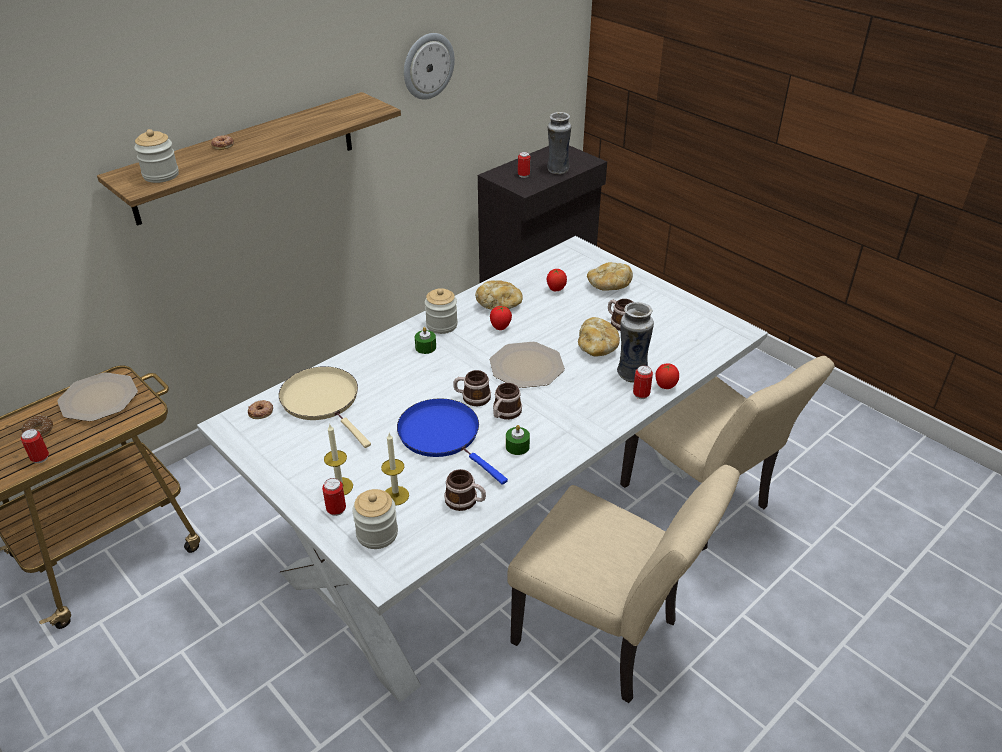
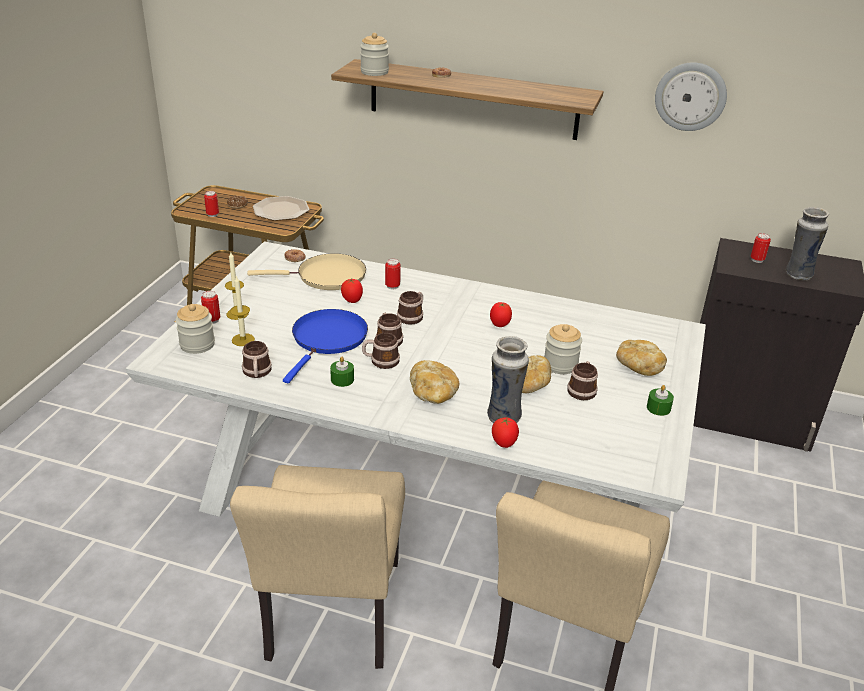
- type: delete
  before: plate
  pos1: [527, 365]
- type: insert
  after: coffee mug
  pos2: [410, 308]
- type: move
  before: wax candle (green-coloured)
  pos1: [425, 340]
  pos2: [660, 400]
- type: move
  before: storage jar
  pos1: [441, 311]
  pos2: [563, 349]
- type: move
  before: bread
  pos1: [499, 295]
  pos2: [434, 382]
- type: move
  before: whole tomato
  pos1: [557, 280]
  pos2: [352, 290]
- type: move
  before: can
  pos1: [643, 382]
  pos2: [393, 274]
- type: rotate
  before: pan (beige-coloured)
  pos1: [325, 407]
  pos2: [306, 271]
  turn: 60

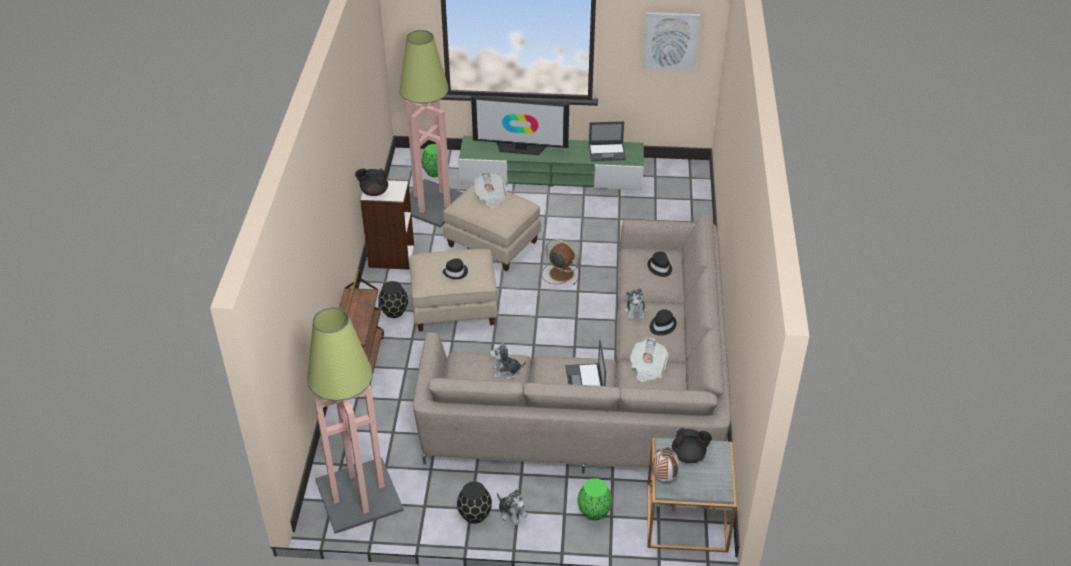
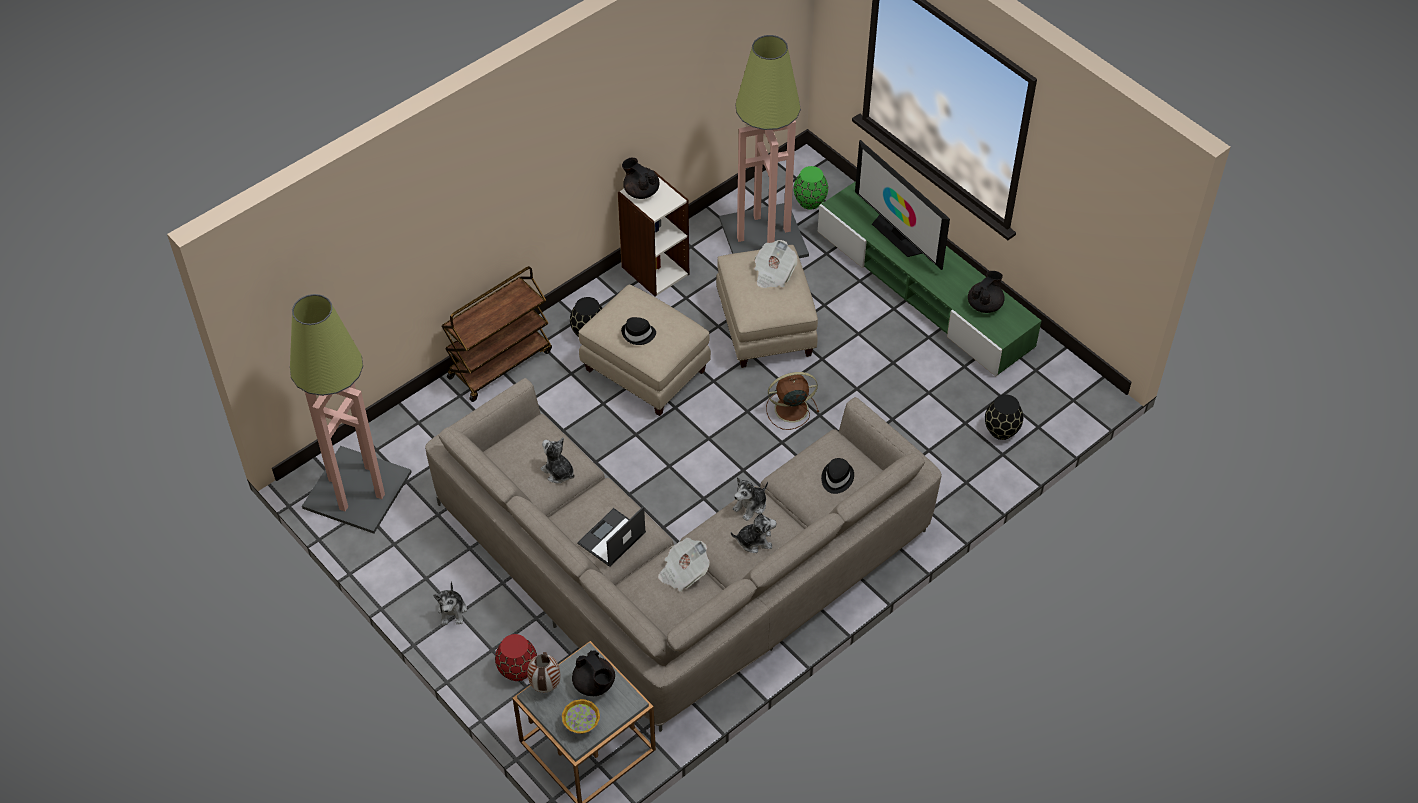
- type: delete
  before: wall picture
  pos1: [671, 41]
- type: insert
  after: serving bowl
  pos2: [581, 716]
- type: move
  before: flower vase (black)
  pos1: [474, 502]
  pos2: [1004, 417]
- type: replace
  before: portable computer
  after: tea pot (black)
  pos1: [607, 141]
  pos2: [986, 292]
- type: replace
  before: hat (black)
  after: soft toy
  pos1: [663, 322]
  pos2: [754, 532]
- type: recolor
  before: flower vase (green-coloured)
  after: flower vase (red)
  pos1: [595, 499]
  pos2: [516, 657]
- type: rotate
  before: electric fan (brown)
  pos1: [561, 262]
  pos2: [792, 401]
  turn: -90

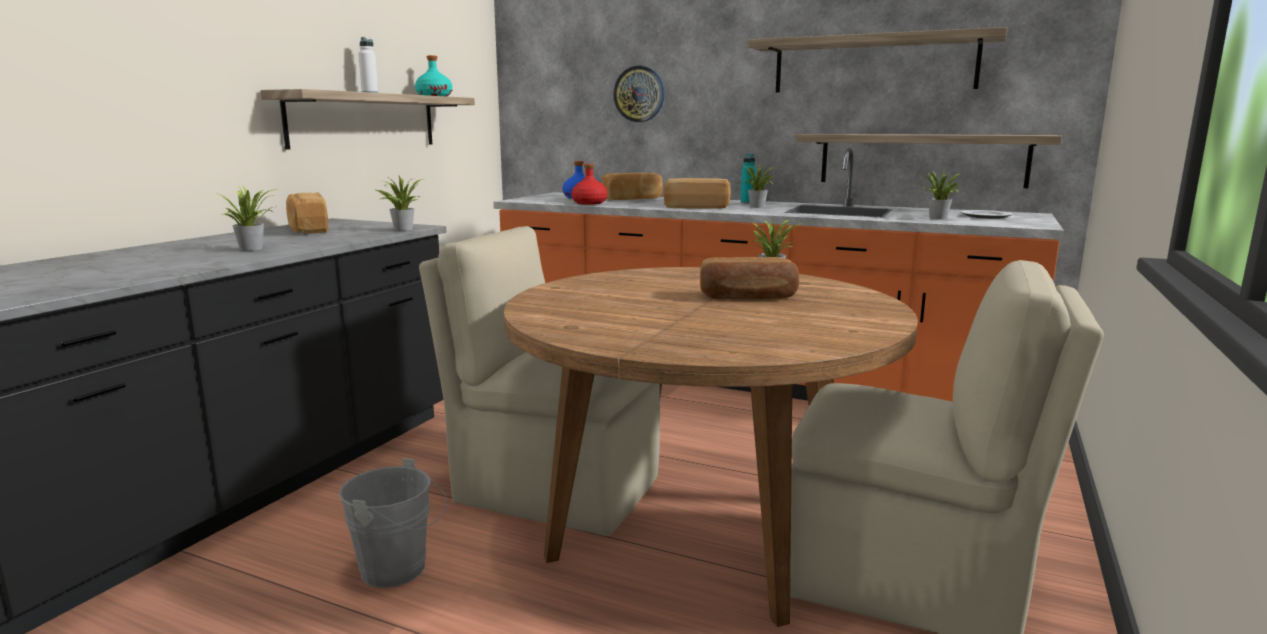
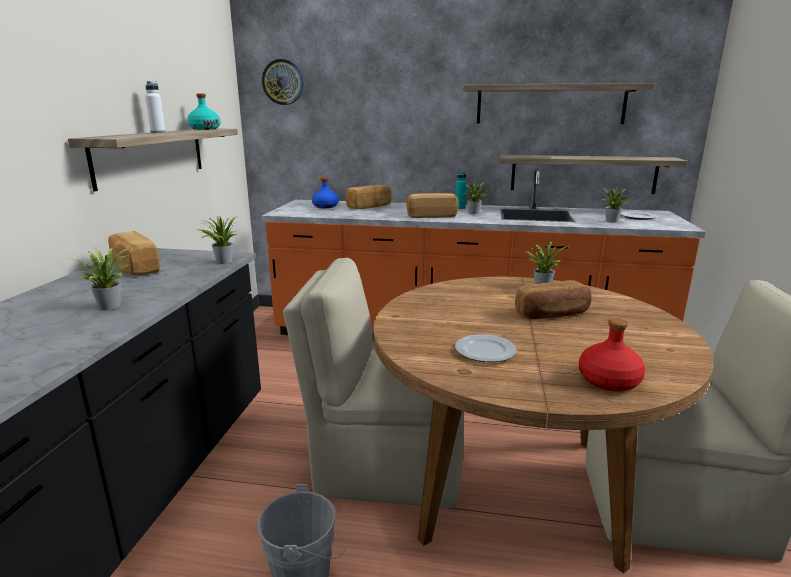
- type: insert
  after: plate
  pos2: [486, 348]
- type: move
  before: drink bottle (red)
  pos1: [589, 184]
  pos2: [612, 354]
- type: move
  before: wall clock
  pos1: [639, 94]
  pos2: [283, 82]

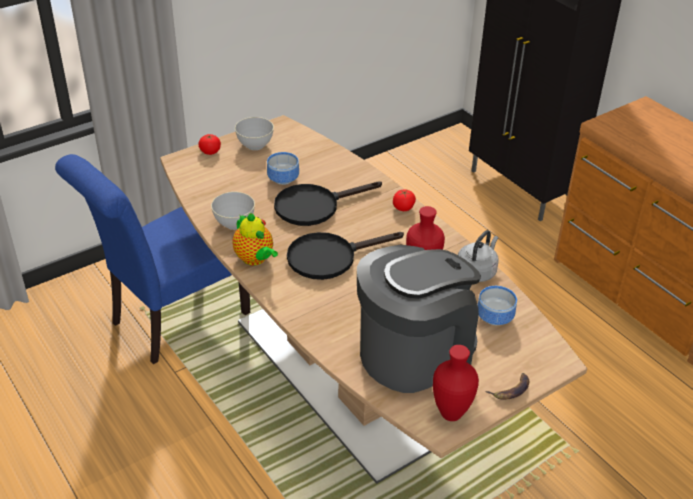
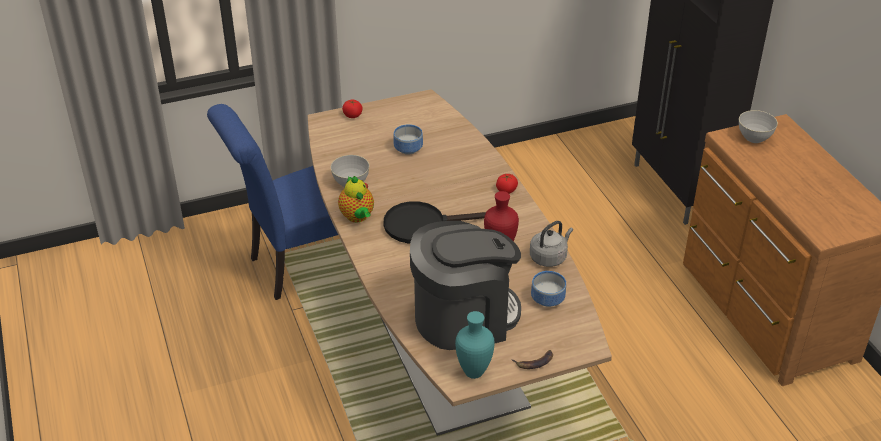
- type: delete
  before: pan (black)
  pos1: [328, 203]
- type: move
  before: serving bowl (greyish)
  pos1: [254, 133]
  pos2: [758, 126]
- type: recolor
  before: flower vase (red)
  after: flower vase (turquoise-coloured)
  pos1: [456, 383]
  pos2: [475, 345]

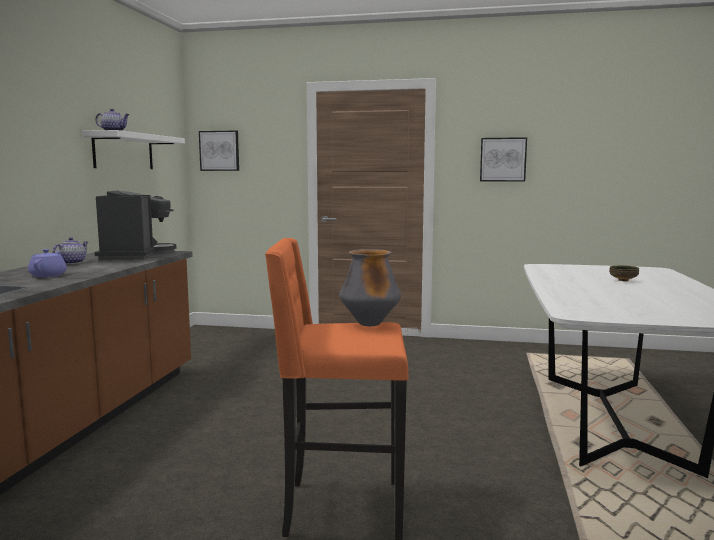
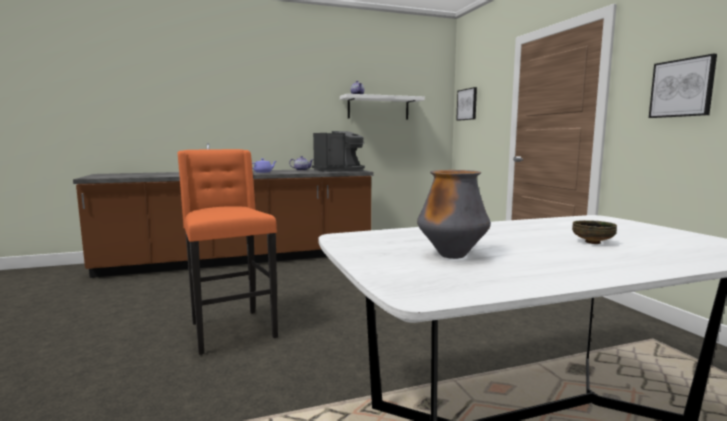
- type: move
  before: flower vase
  pos1: [370, 287]
  pos2: [454, 214]

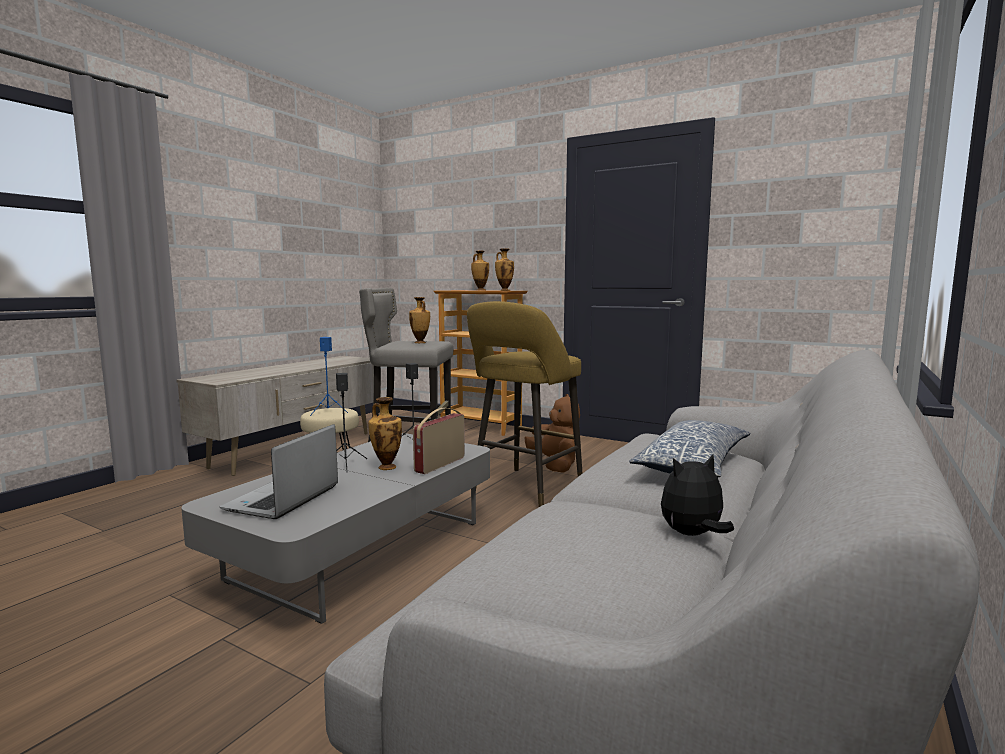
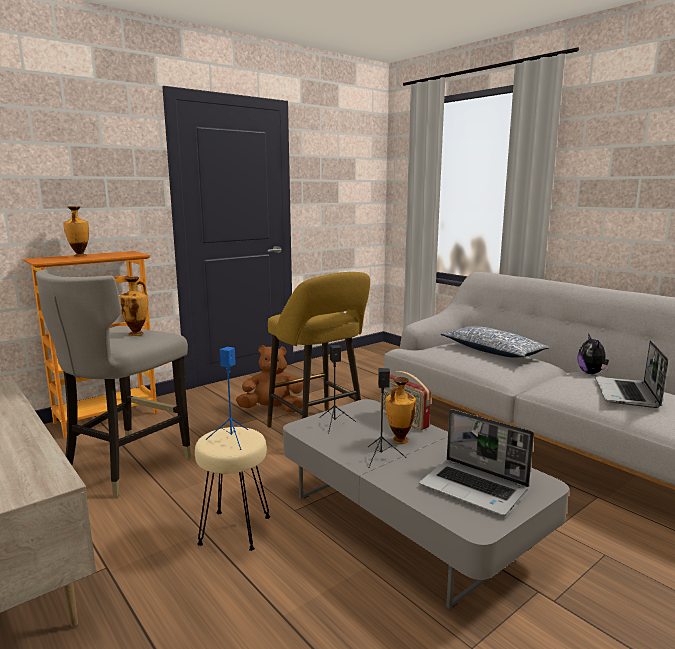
- type: delete
  before: flower vase
  pos1: [504, 269]
- type: insert
  after: portable computer
  pos2: [631, 374]

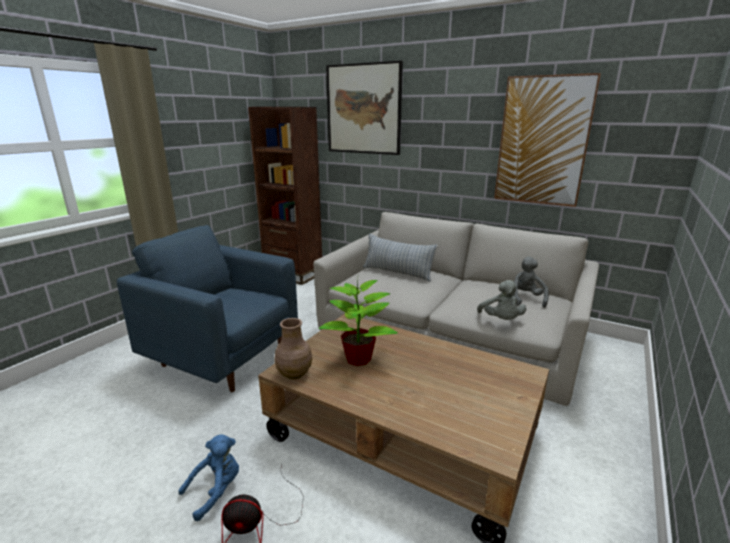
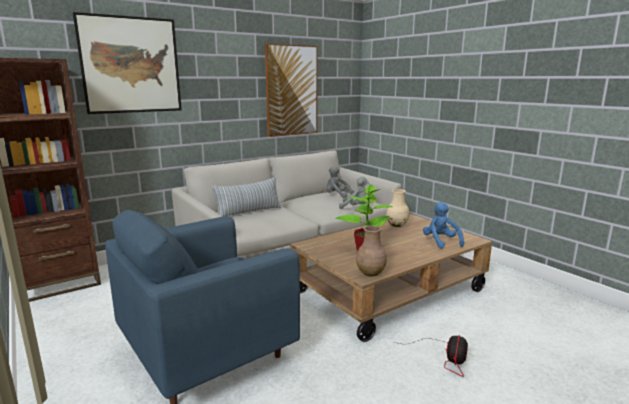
- type: insert
  after: flower vase (beige-coloured)
  pos2: [397, 208]
- type: move
  before: soft toy (blue)
  pos1: [208, 477]
  pos2: [443, 225]

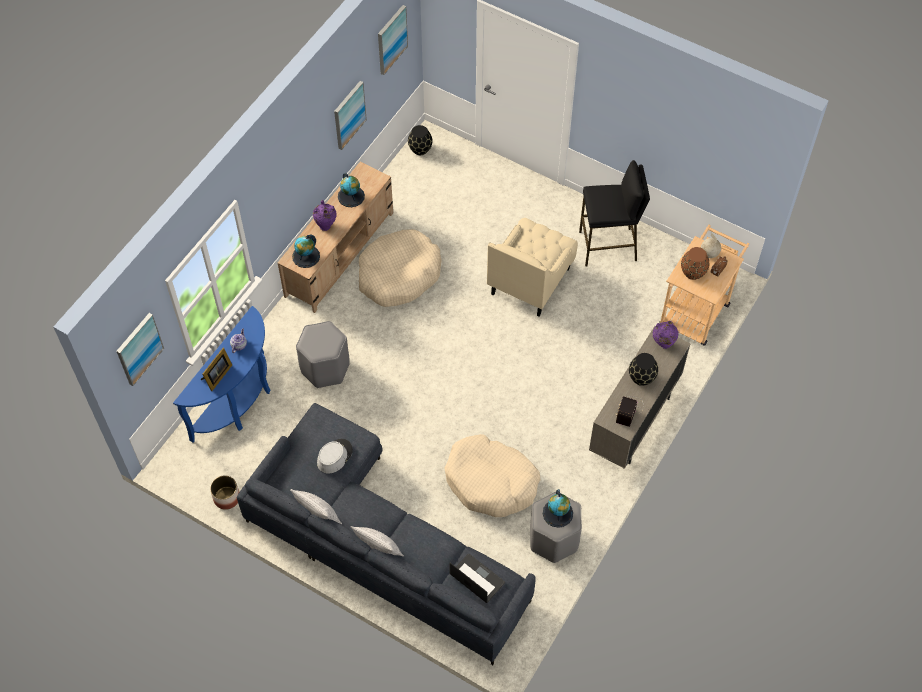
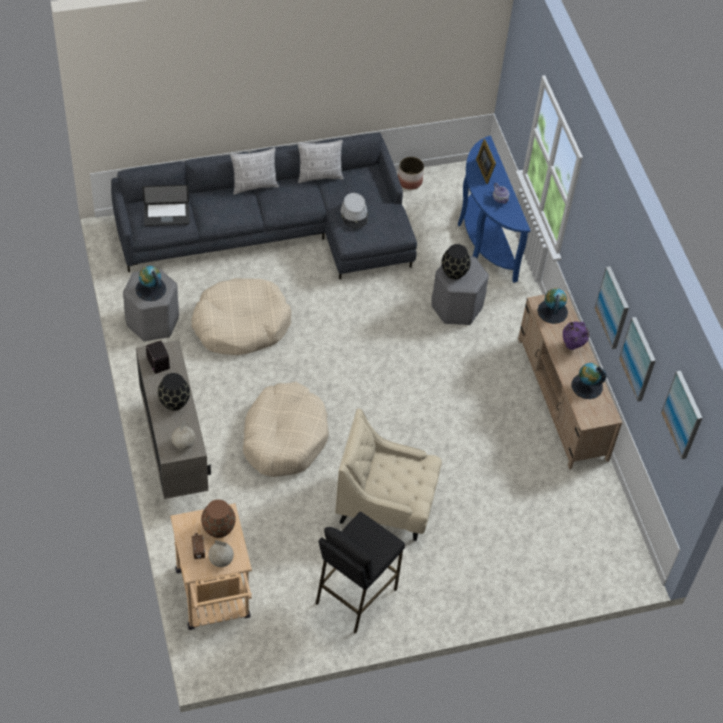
- type: move
  before: wall picture
  pos1: [140, 349]
  pos2: [611, 307]
- type: move
  before: pet bed (beige-coloured)
  pos1: [400, 268]
  pos2: [286, 429]
- type: move
  before: flower vase (black)
  pos1: [420, 140]
  pos2: [456, 262]
- type: replace
  before: flower vase (purplish)
  after: globe
  pos1: [665, 335]
  pos2: [184, 435]
- type: rotate
  before: armchair (beige-coloured)
  pos1: [532, 267]
  pos2: [388, 474]
  turn: -60

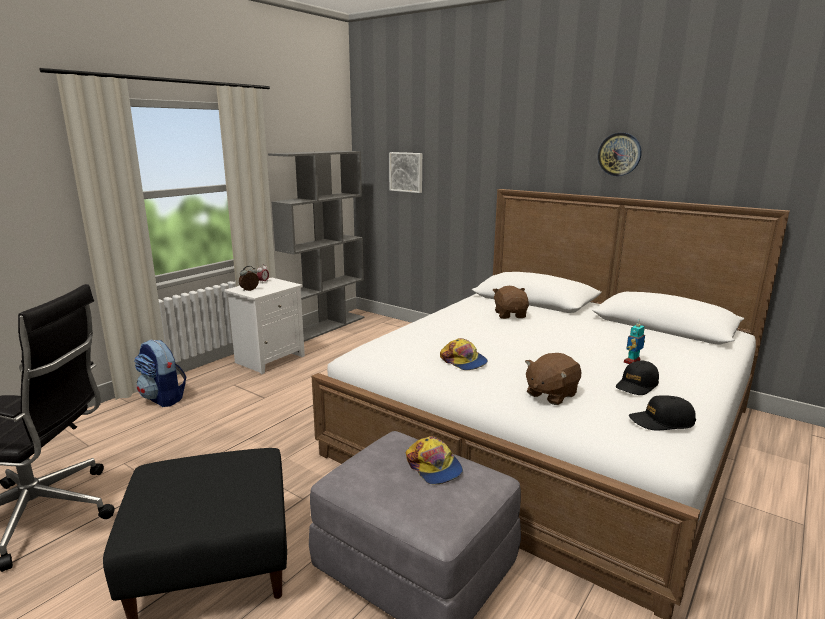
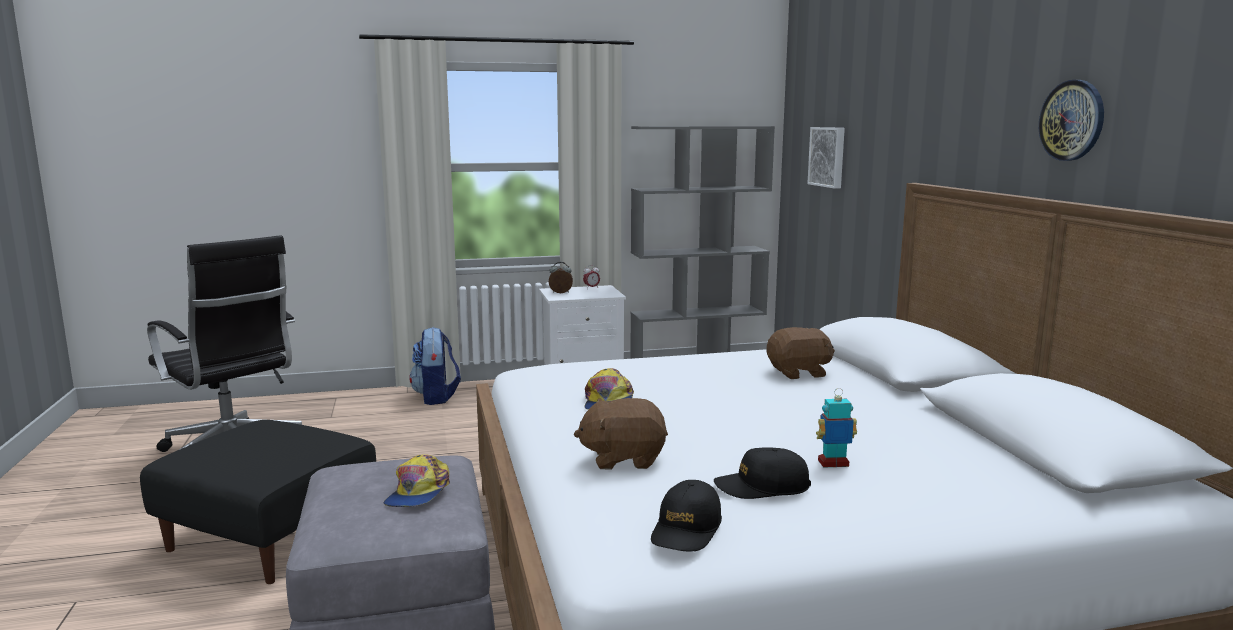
- type: rotate
  before: soft toy (brown)
  pos1: [511, 302]
  pos2: [800, 353]
  turn: 45
- type: rotate
  before: cap (black)
  pos1: [662, 412]
  pos2: [686, 516]
  turn: -105

